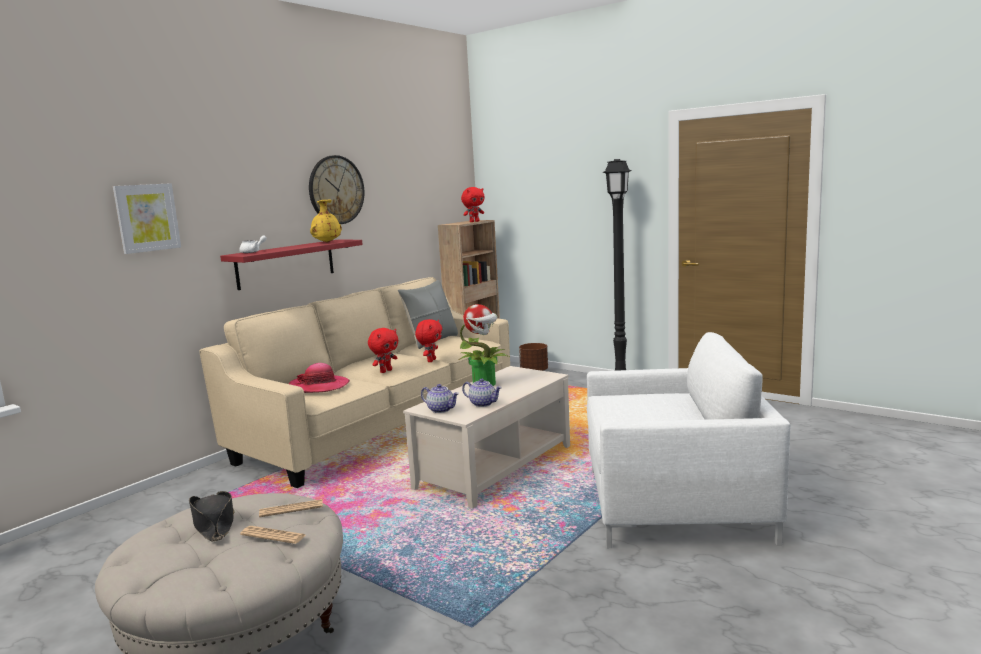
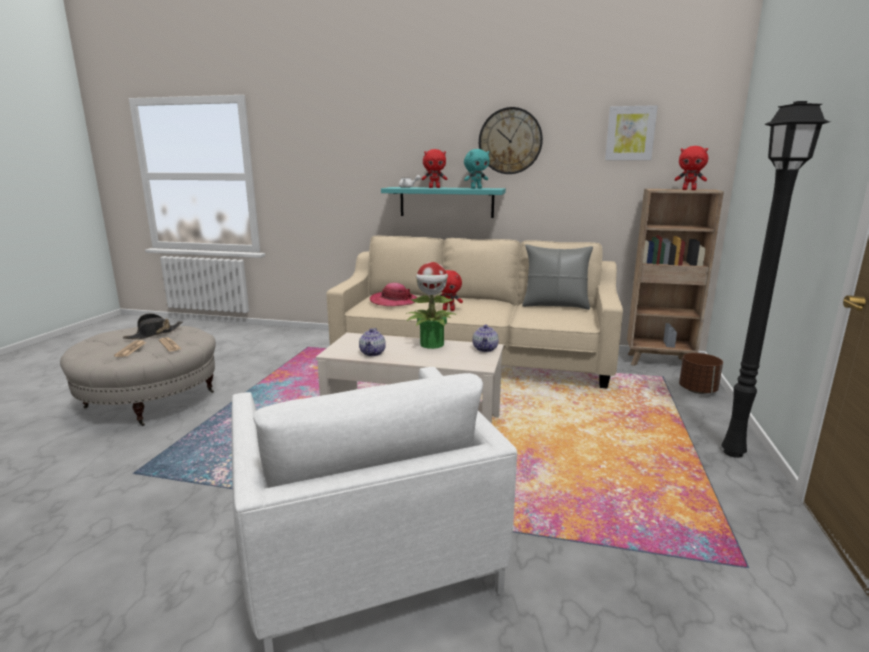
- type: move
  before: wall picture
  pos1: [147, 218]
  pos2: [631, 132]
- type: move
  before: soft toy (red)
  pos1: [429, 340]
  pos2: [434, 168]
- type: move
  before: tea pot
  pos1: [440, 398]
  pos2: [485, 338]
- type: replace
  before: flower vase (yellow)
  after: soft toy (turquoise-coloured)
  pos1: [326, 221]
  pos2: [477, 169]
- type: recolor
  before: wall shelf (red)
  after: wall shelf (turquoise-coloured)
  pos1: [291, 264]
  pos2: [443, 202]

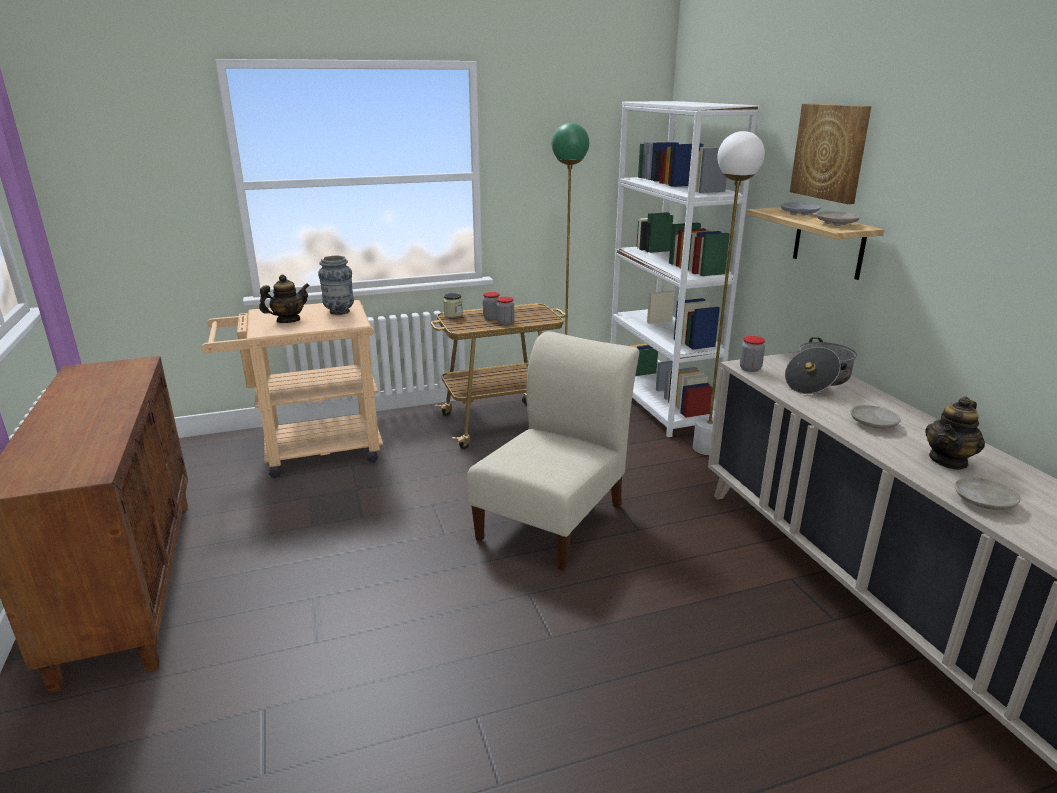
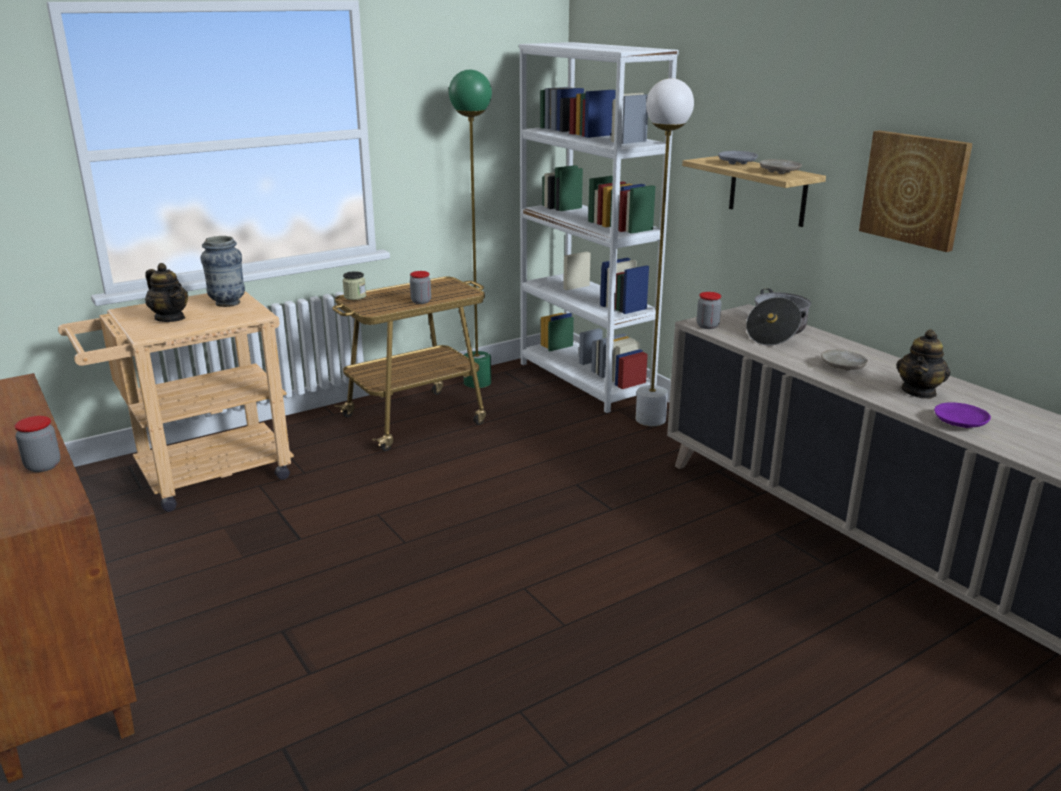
- type: delete
  before: plain chair (beige-coloured)
  pos1: [553, 451]
- type: move
  before: storage jar
  pos1: [491, 306]
  pos2: [37, 444]
- type: move
  before: wall picture
  pos1: [831, 154]
  pos2: [916, 191]
- type: recolor
  before: plate (beige-coloured)
  after: plate (purplish)
  pos1: [987, 493]
  pos2: [962, 415]
- type: rotate
  before: tea pot
  pos1: [284, 298]
  pos2: [166, 292]
  turn: 90

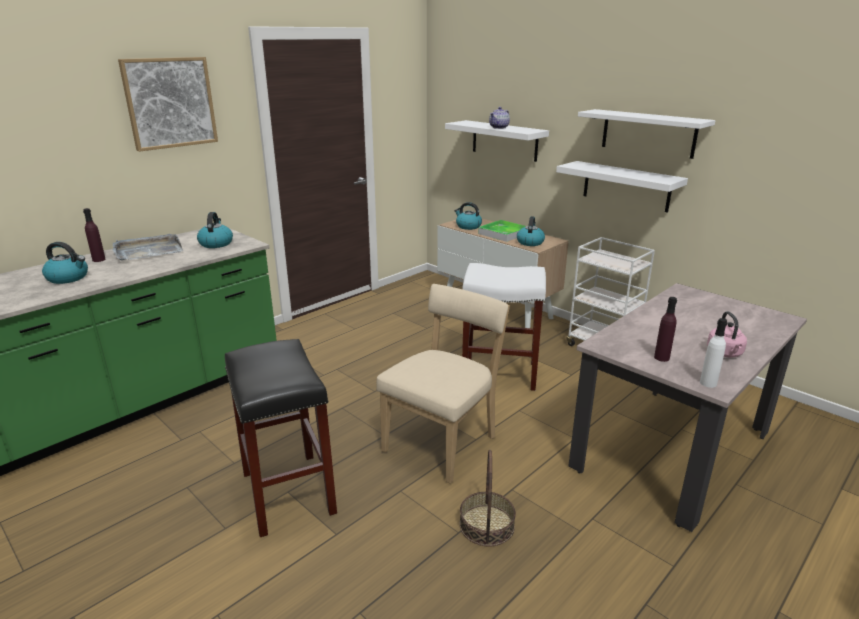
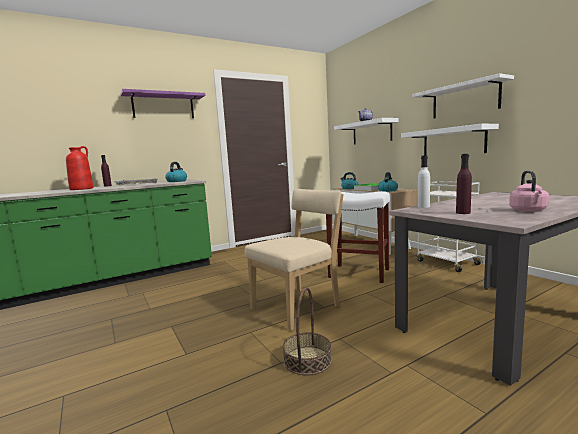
- type: delete
  before: sitting stool (black)
  pos1: [281, 438]
- type: move
  before: drink bottle (whitish)
  pos1: [713, 353]
  pos2: [424, 181]
- type: replace
  before: water kettle
  after: flower vase (red)
  pos1: [65, 263]
  pos2: [79, 168]
- type: replace
  before: wall picture
  after: wall shelf (purplish)
  pos1: [168, 104]
  pos2: [163, 103]

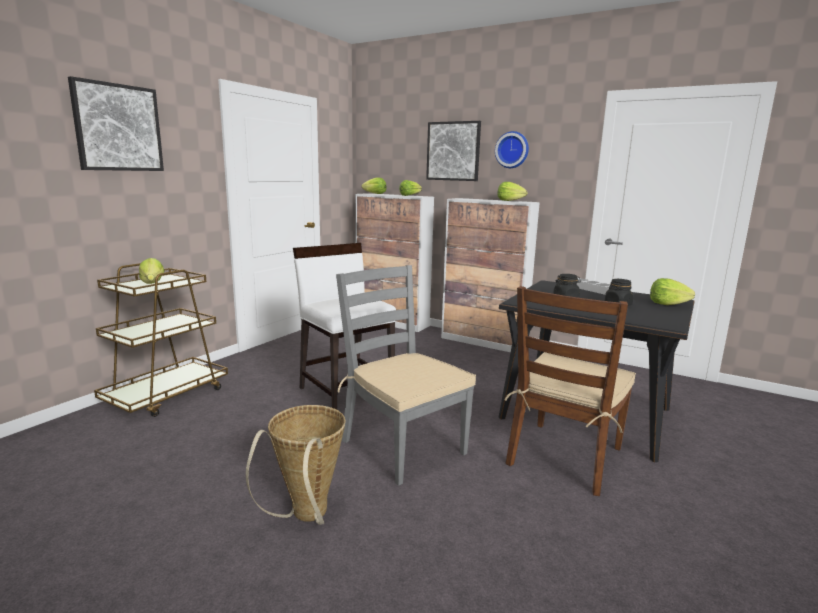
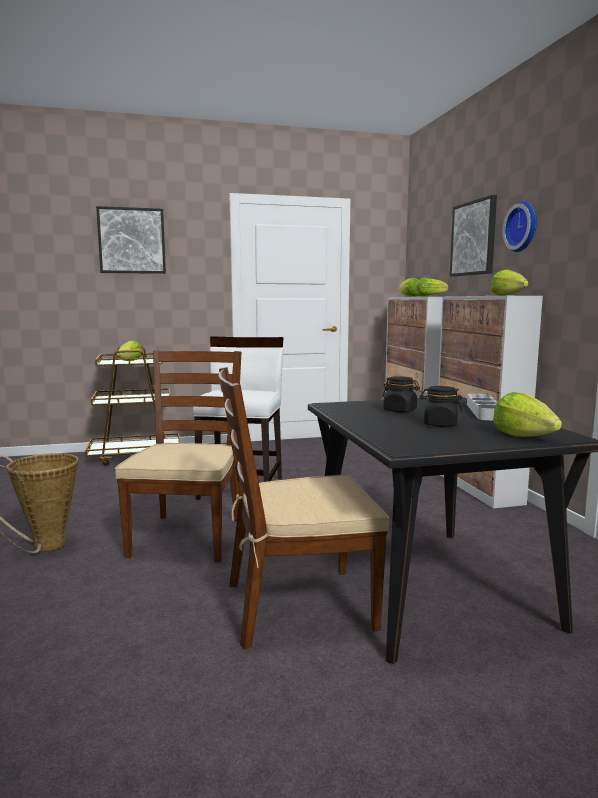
- type: recolor
  before: plain chair (greyish)
  after: plain chair (brown)
  pos1: [406, 375]
  pos2: [178, 456]

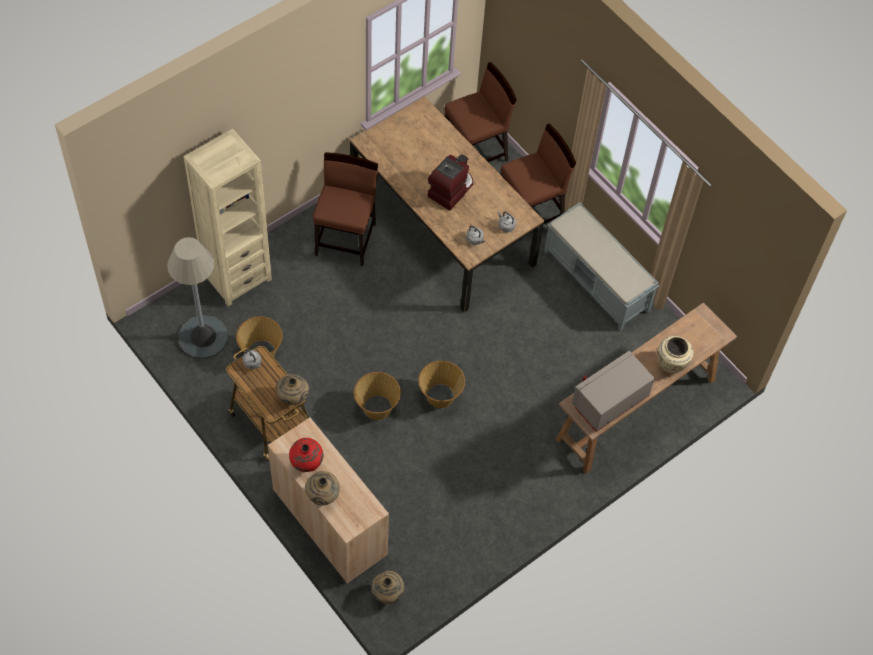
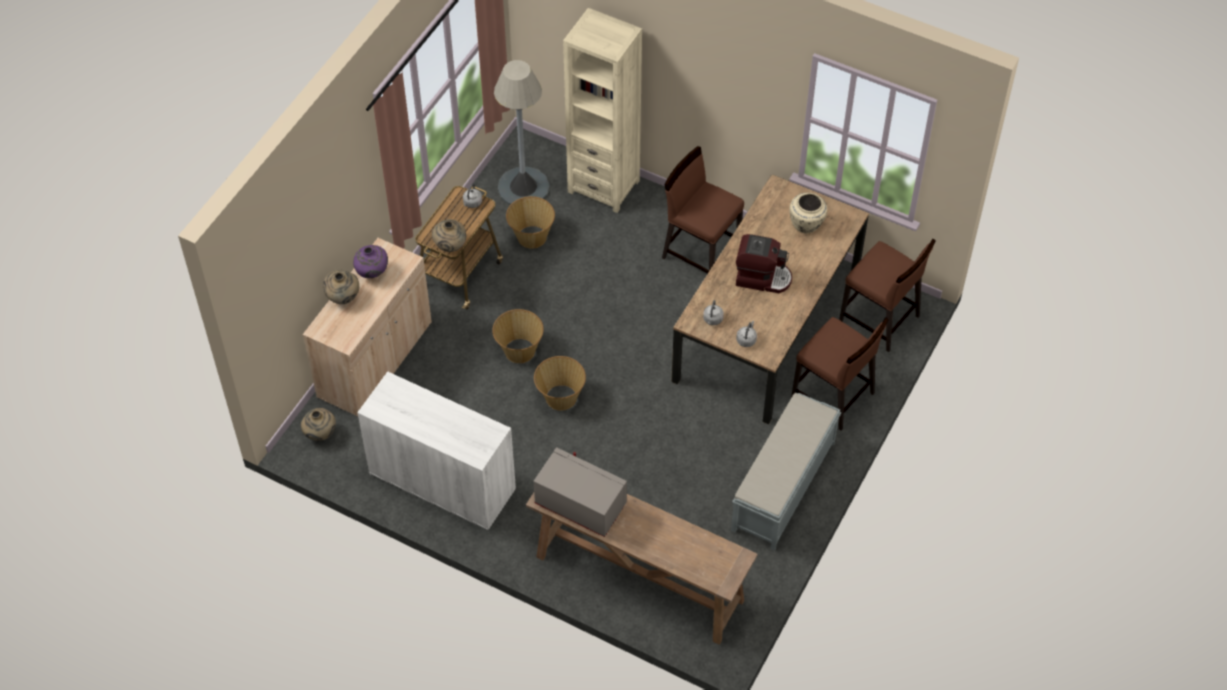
- type: insert
  after: cabinet (whitish)
  pos2: [436, 450]
- type: move
  before: flower vase (beige-coloured)
  pos1: [675, 354]
  pos2: [808, 213]
- type: recolor
  before: flower vase (red)
  after: flower vase (purplish)
  pos1: [306, 455]
  pos2: [370, 261]
- type: rotate
  before: plain chair (brown)
  pos1: [345, 209]
  pos2: [703, 209]
  turn: -135

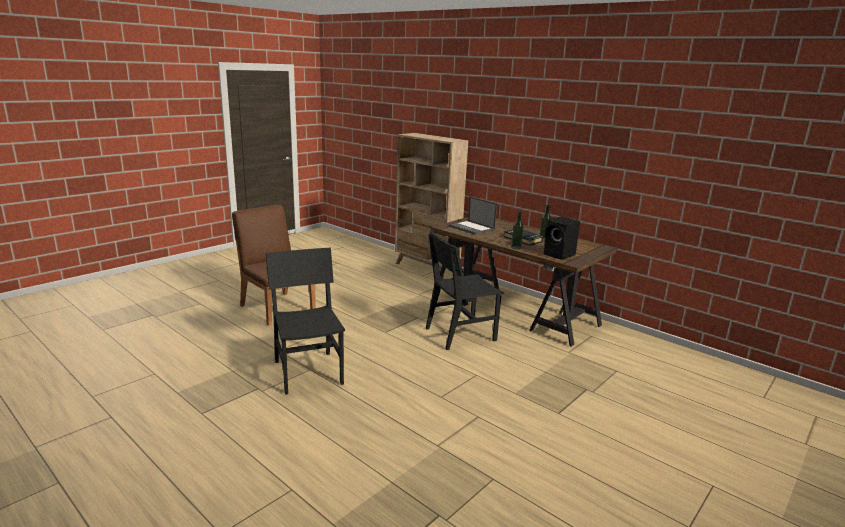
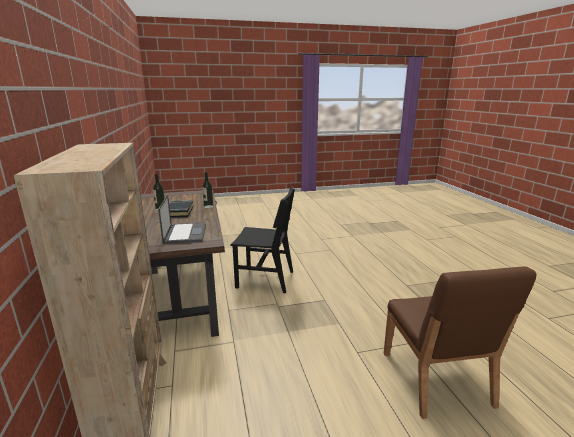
- type: delete
  before: plain chair (black)
  pos1: [305, 321]
- type: delete
  before: audio speaker (black)
  pos1: [562, 238]

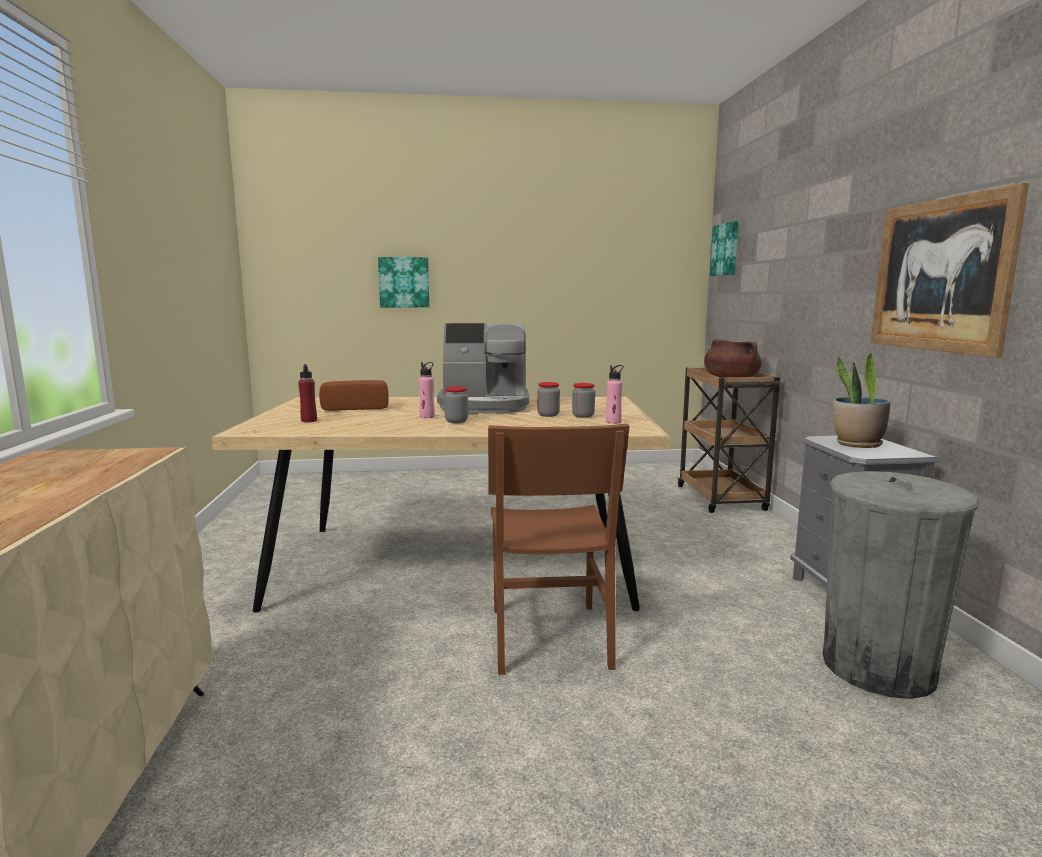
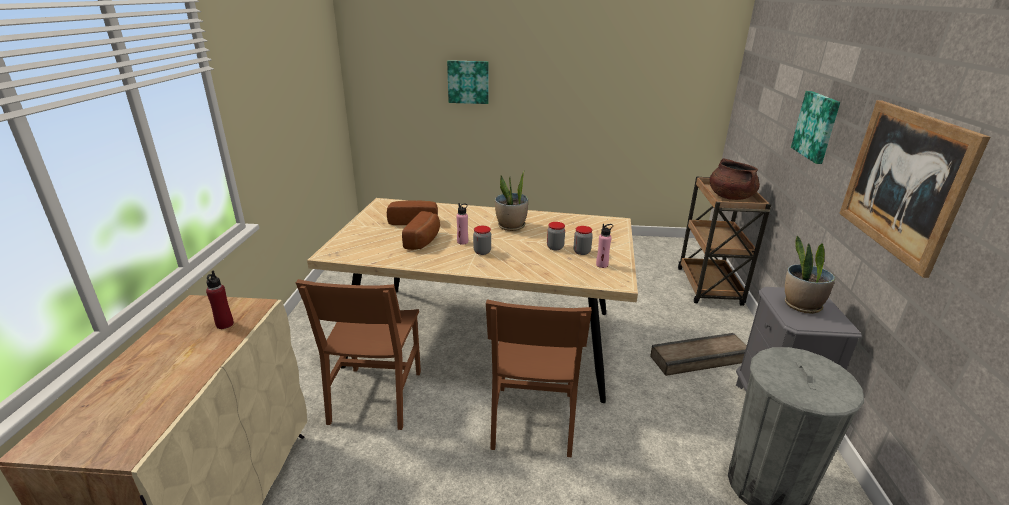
- type: insert
  after: plain chair (brown)
  pos2: [358, 354]
- type: insert
  after: bread
  pos2: [421, 230]
- type: insert
  after: packing crate
  pos2: [698, 354]
- type: move
  before: drink bottle (red)
  pos1: [307, 393]
  pos2: [220, 300]
- type: move
  before: wall picture
  pos1: [724, 248]
  pos2: [815, 127]
- type: replace
  before: coffee brewer
  after: houseplant
  pos1: [483, 368]
  pos2: [511, 200]

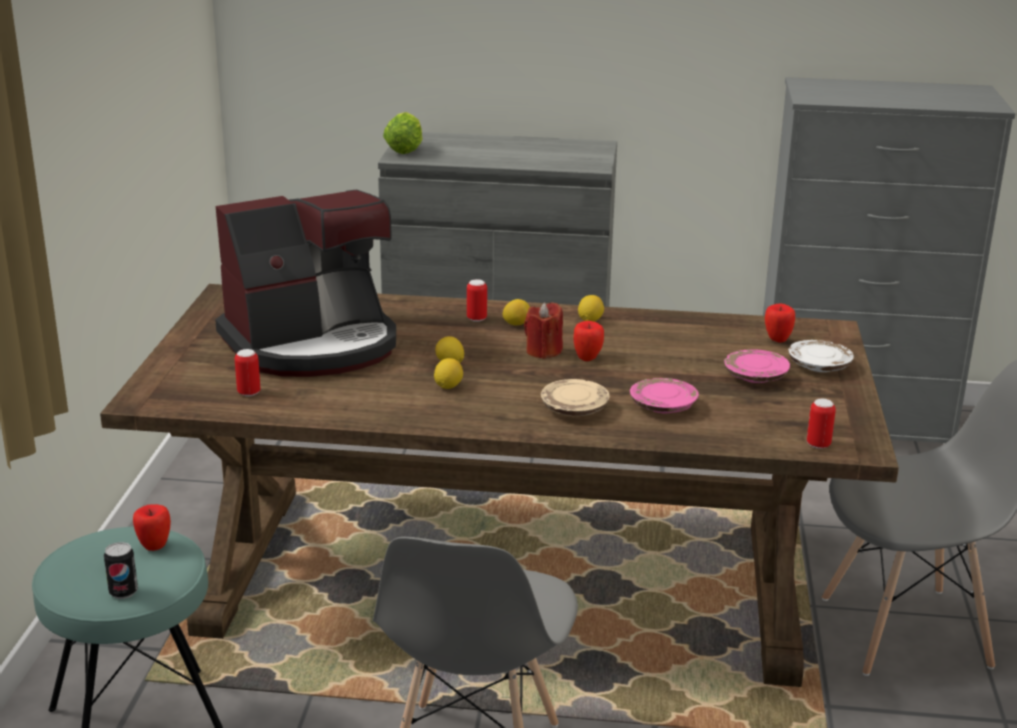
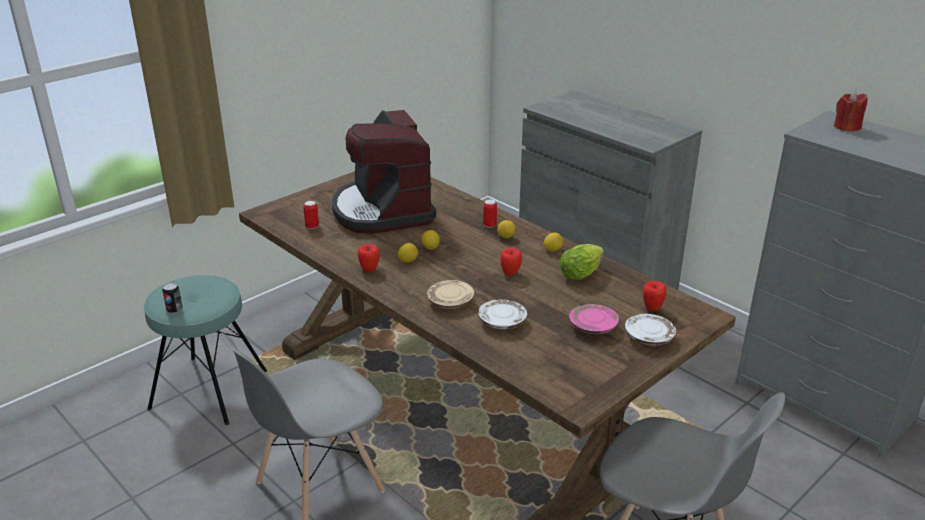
- type: delete
  before: can
  pos1: [821, 424]
- type: move
  before: apple fruit
  pos1: [152, 527]
  pos2: [369, 258]
- type: move
  before: lettuce head
  pos1: [402, 133]
  pos2: [581, 262]
- type: move
  before: wax candle (red)
  pos1: [543, 330]
  pos2: [851, 111]
- type: recolor
  before: plate (pink-coloured)
  after: plate (whitish)
  pos1: [664, 395]
  pos2: [502, 314]
- type: rotate
  before: coffee brewer
  pos1: [305, 283]
  pos2: [384, 172]
  turn: 60

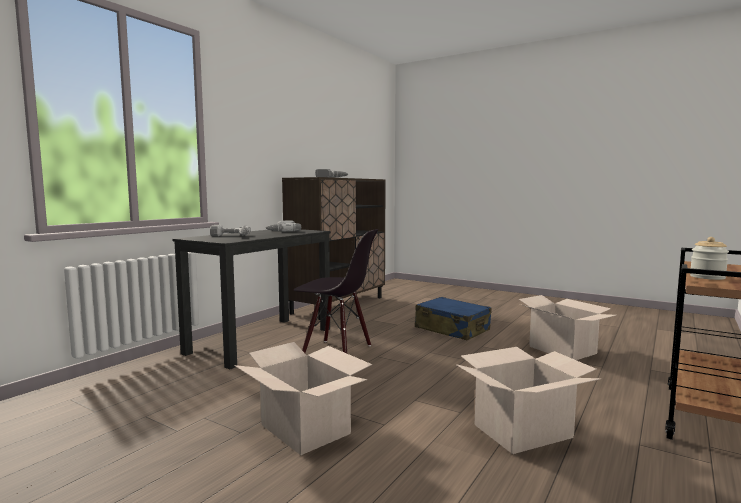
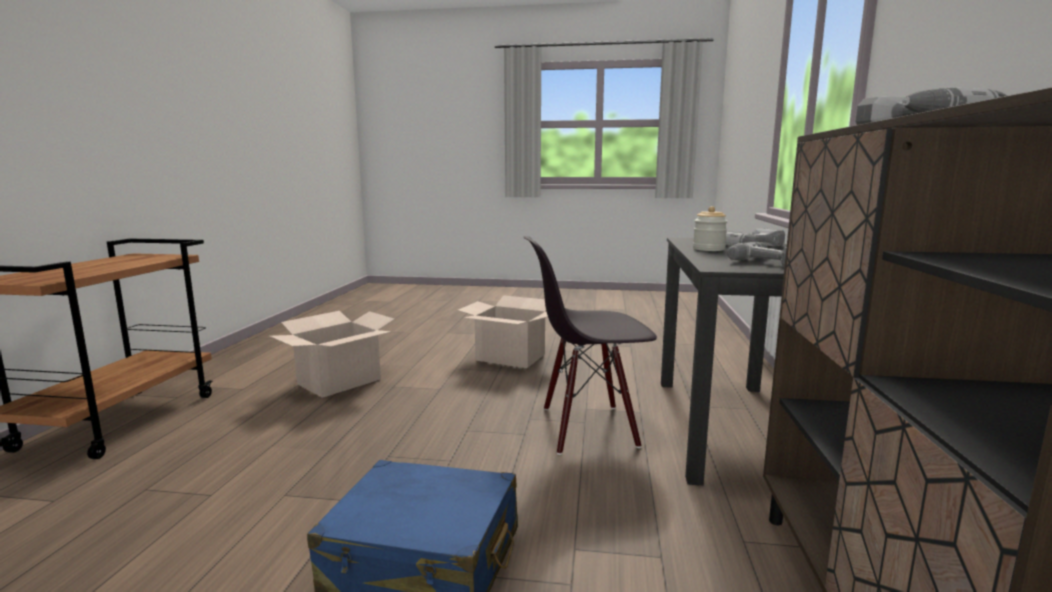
- type: delete
  before: carton
  pos1: [567, 327]
- type: move
  before: storage jar
  pos1: [709, 258]
  pos2: [710, 228]

